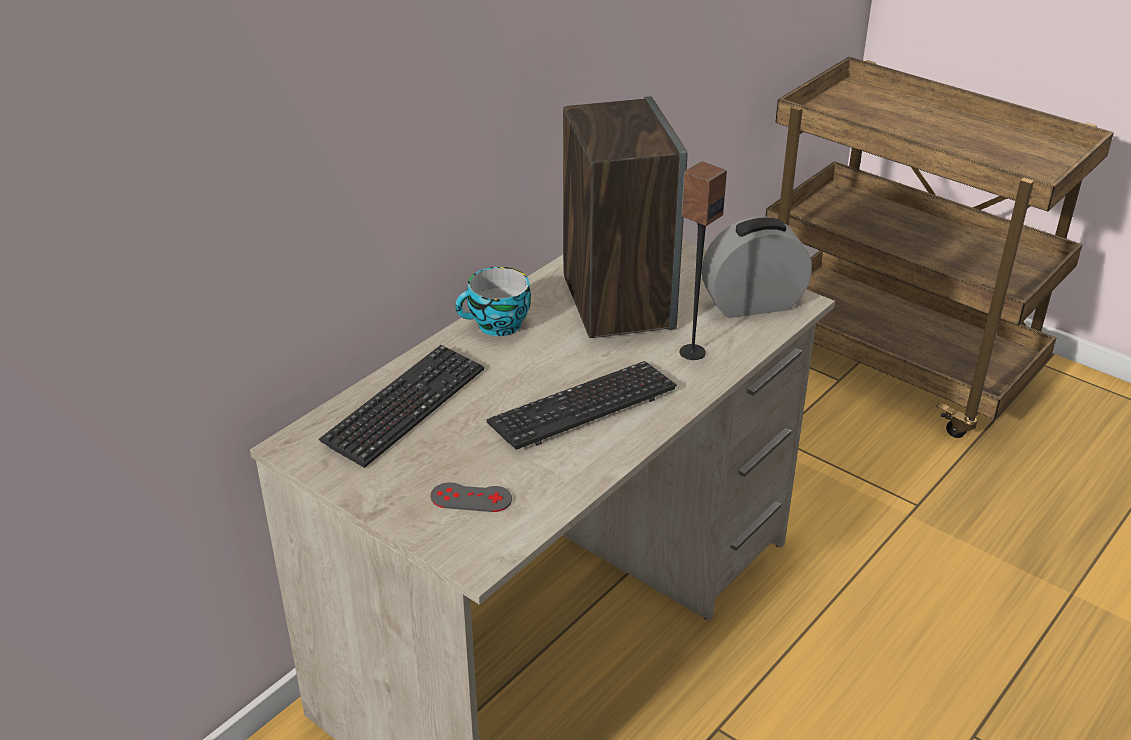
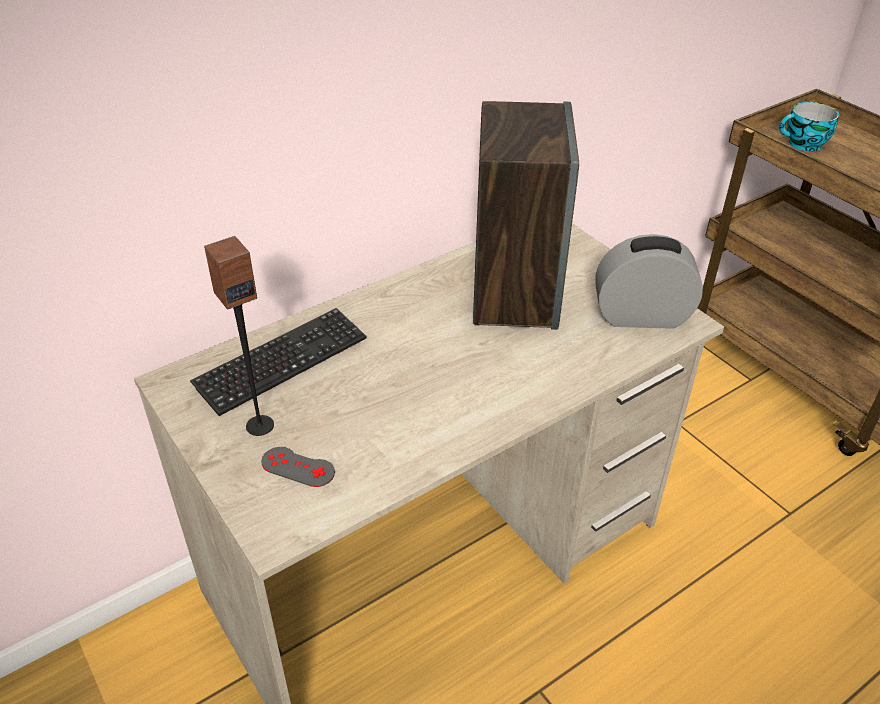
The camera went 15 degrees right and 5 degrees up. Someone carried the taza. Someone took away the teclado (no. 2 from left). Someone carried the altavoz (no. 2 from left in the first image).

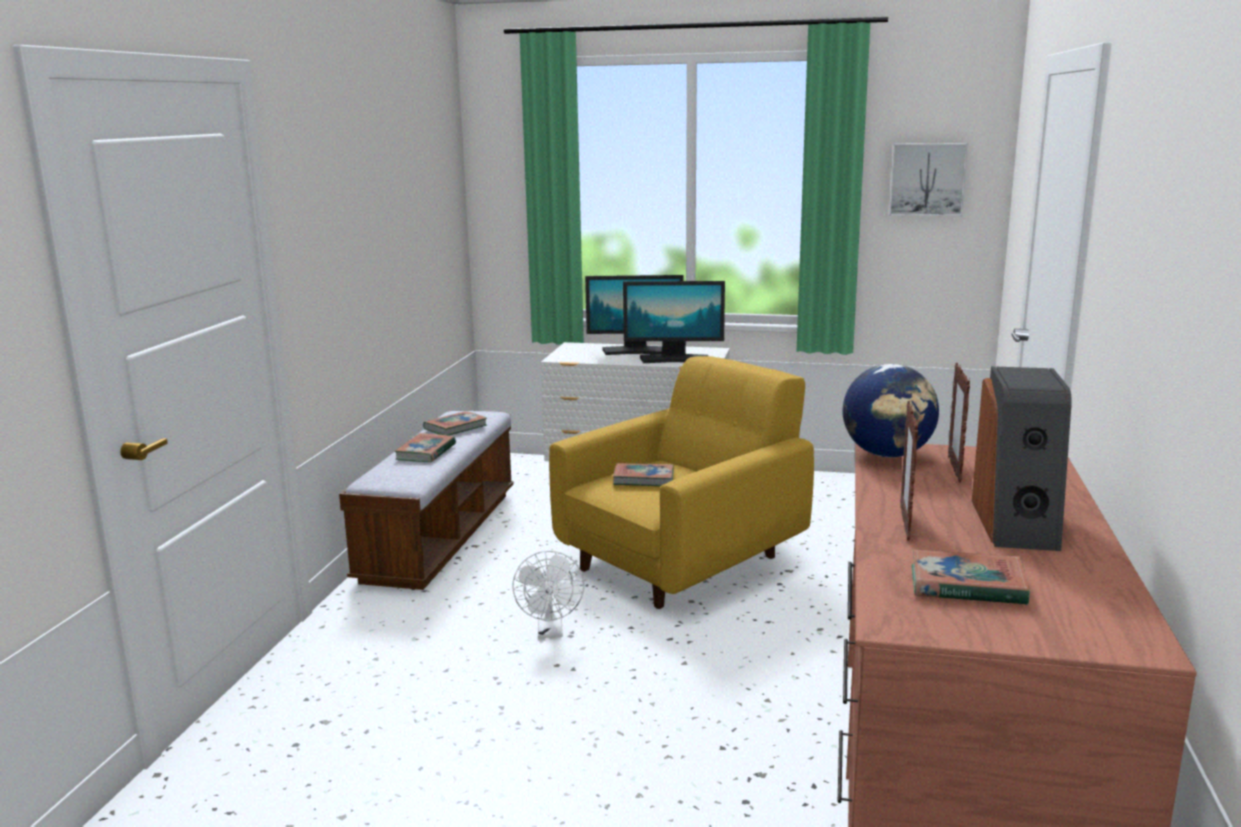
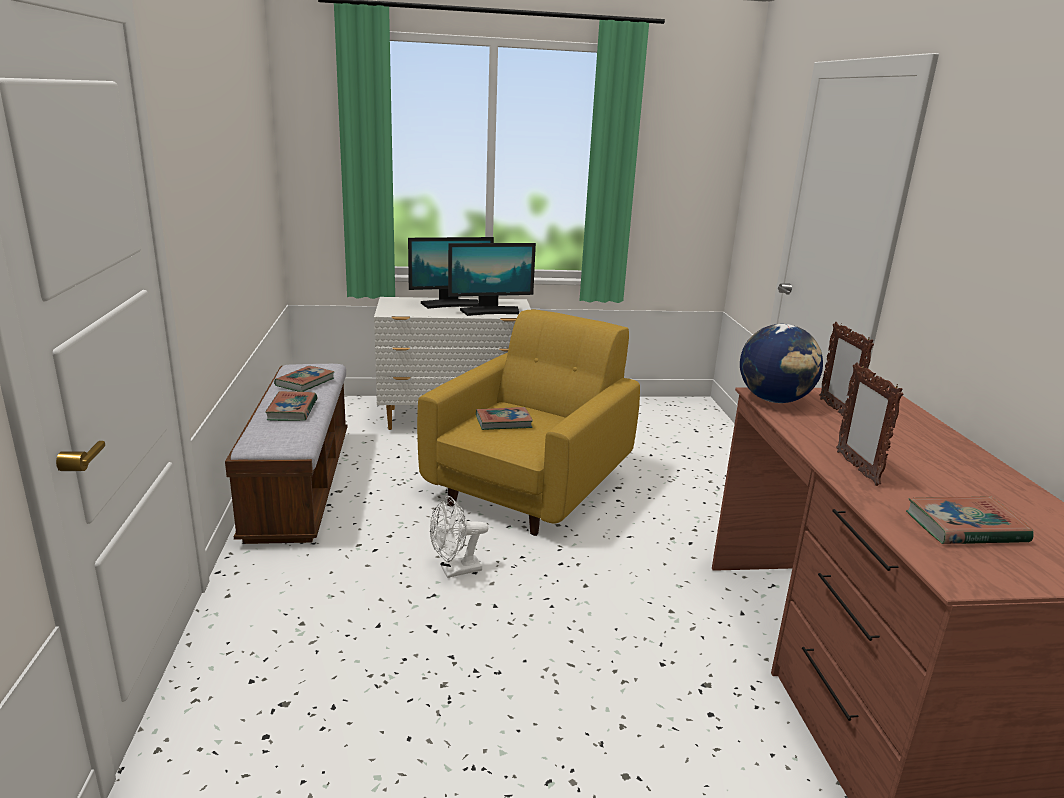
The camera went 20 degrees left and 5 degrees up. Someone rotated the ventilador/blanco by 90 degrees clockwise. Someone took away the cuadro. Someone took away the altavoz.

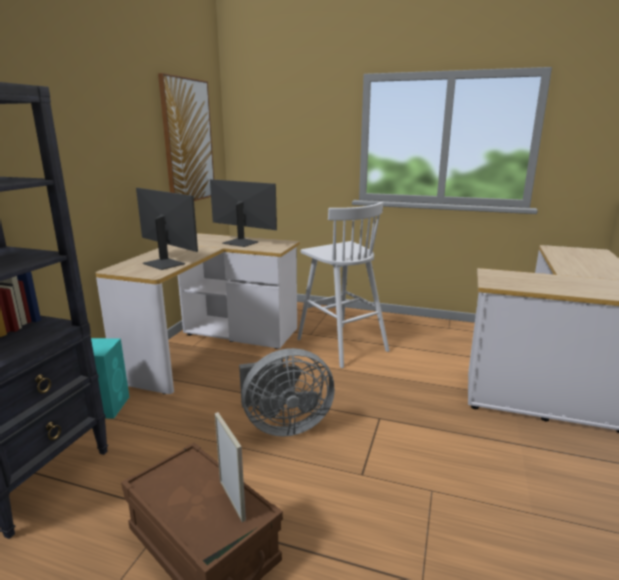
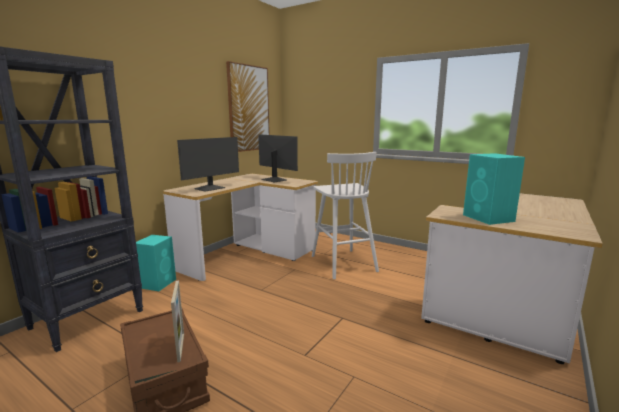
The camera went 15 degrees right and 5 degrees down. Someone rotated the monitor (no. 1 from left) by 75 degrees clockwise. Someone took away the ventilador/gris. Someone put down the altavoz/turquesa (no. 2 from left).

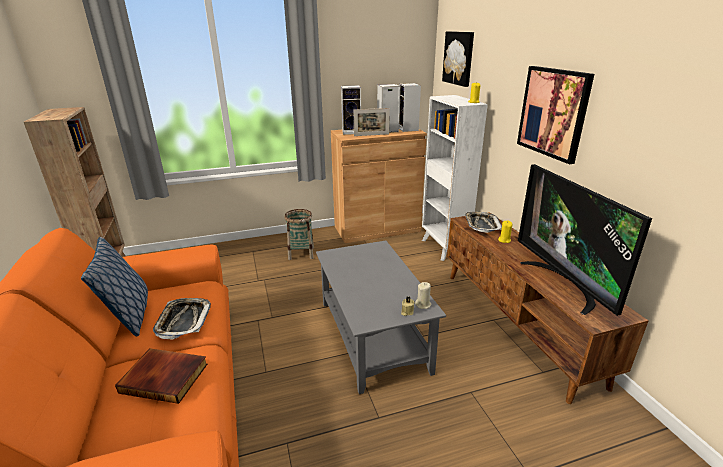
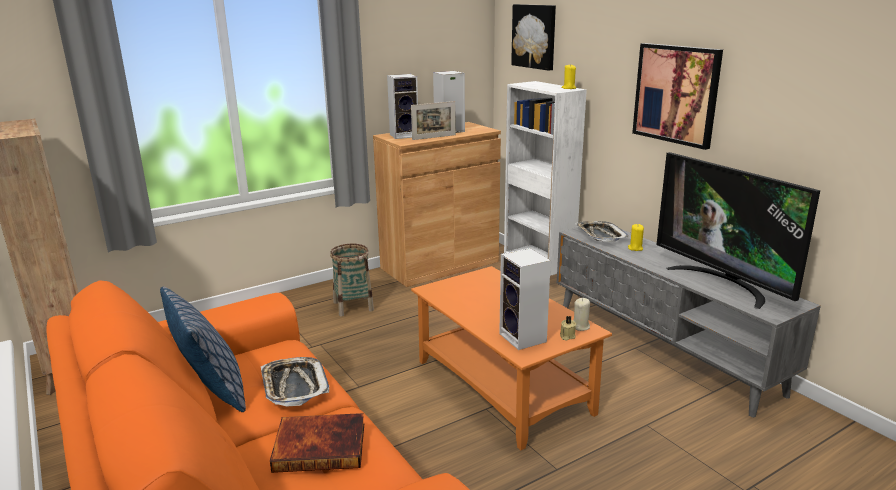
The camera went 15 degrees left and 5 degrees down. Someone repainted the mesa de centro/gris, which became the mesa de centro/naranja. Someone carried the altavoz (no. 3 from left). Someone repainted the mueble de televisión/marrón, which became the mueble de televisión/gris.

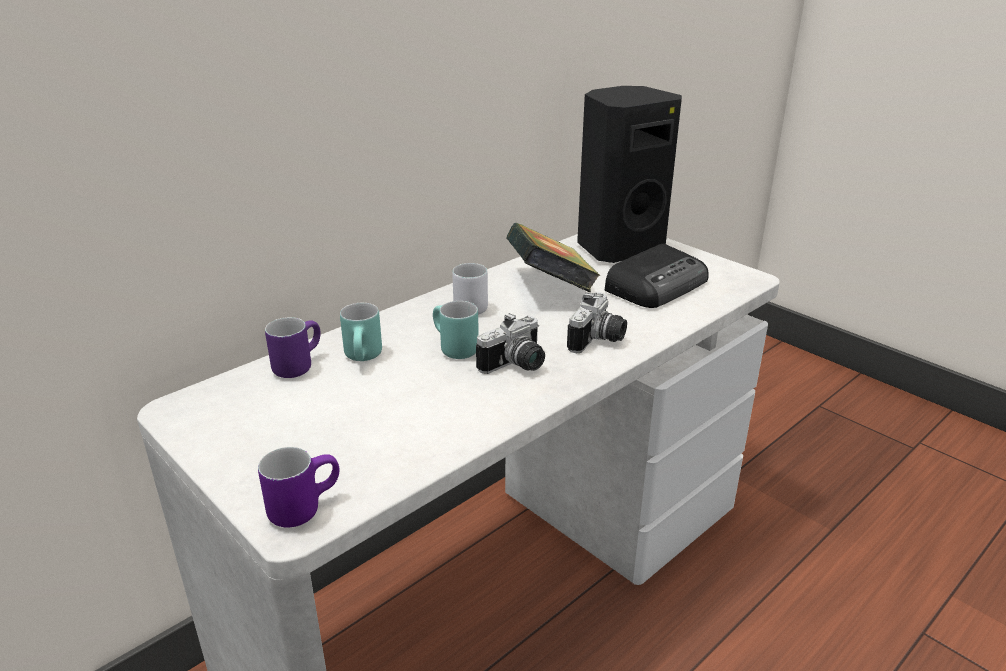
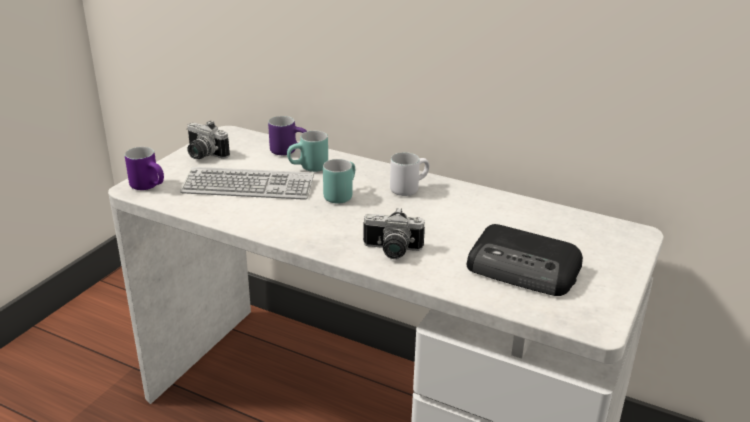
The camera went 70 degrees right and 0 degrees up. Someone carried the cámara (no. 1 from left). Someone took away the libro. Someone took away the altavoz/negro. Someone put down the teclado.

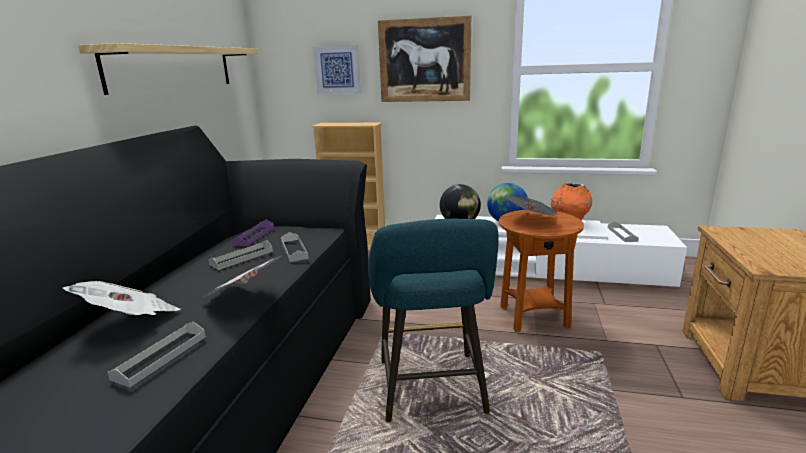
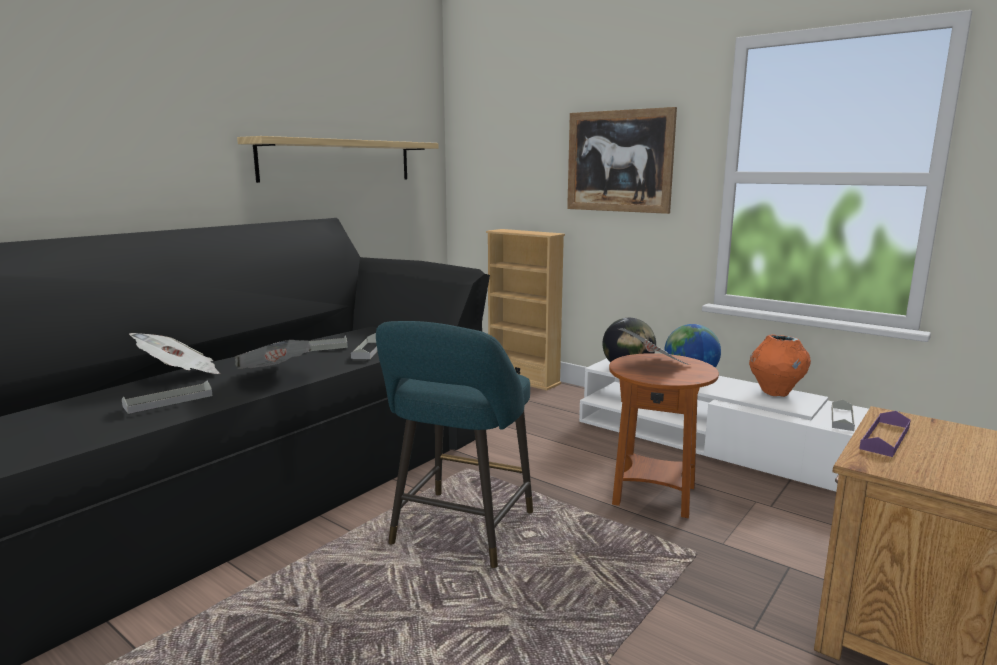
The camera went 25 degrees right and 5 degrees down. Someone carried the bandeja/morado. Someone took away the cuadro (no. 1 from left).

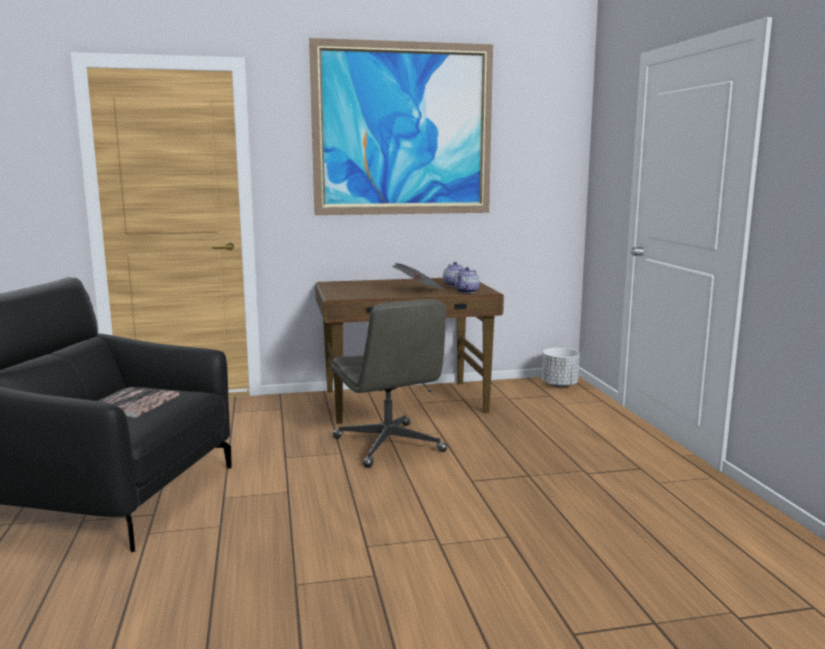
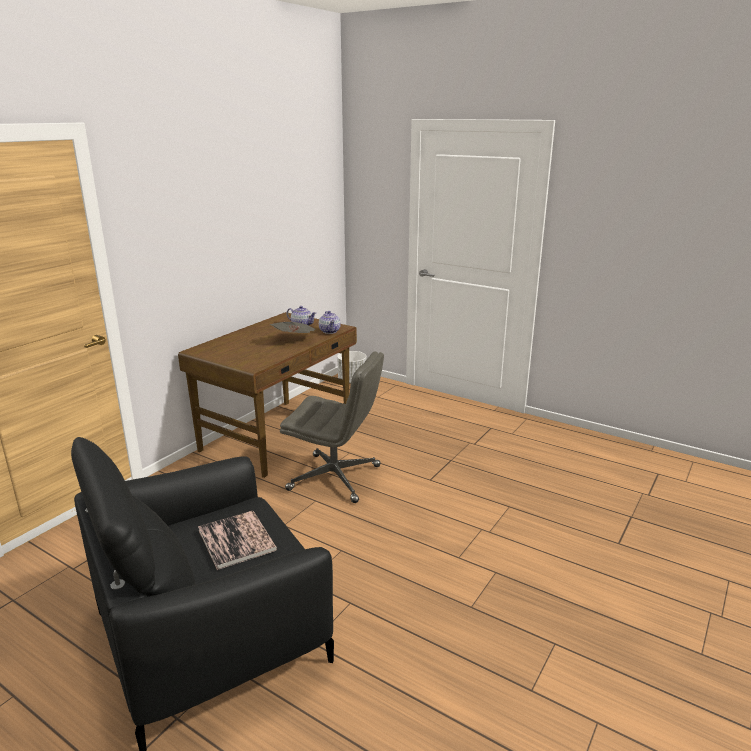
The camera went 45 degrees left and 10 degrees up. Someone took away the cuadro.

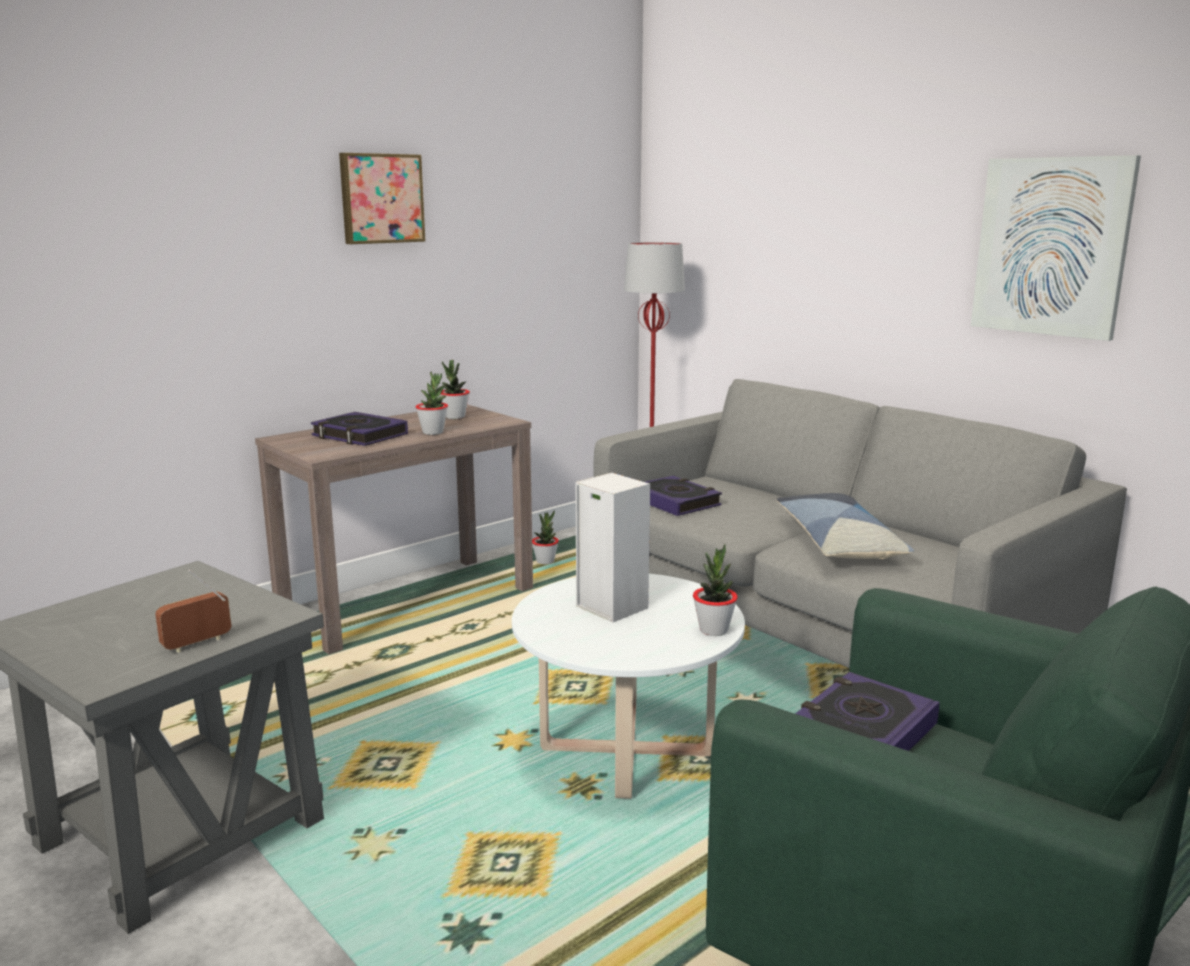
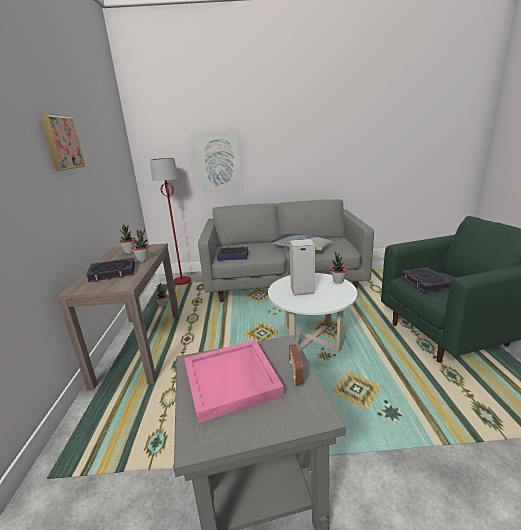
The camera went 50 degrees left and 5 degrees up. Someone carried the cuadro (no. 2 from left). Someone put down the bandeja/rosa.

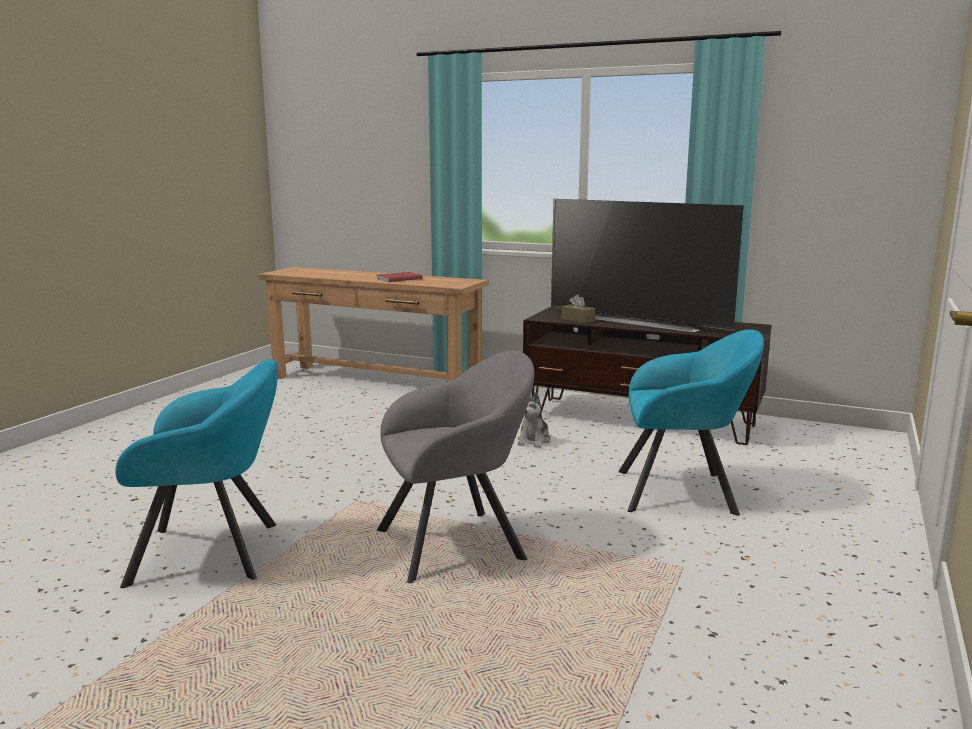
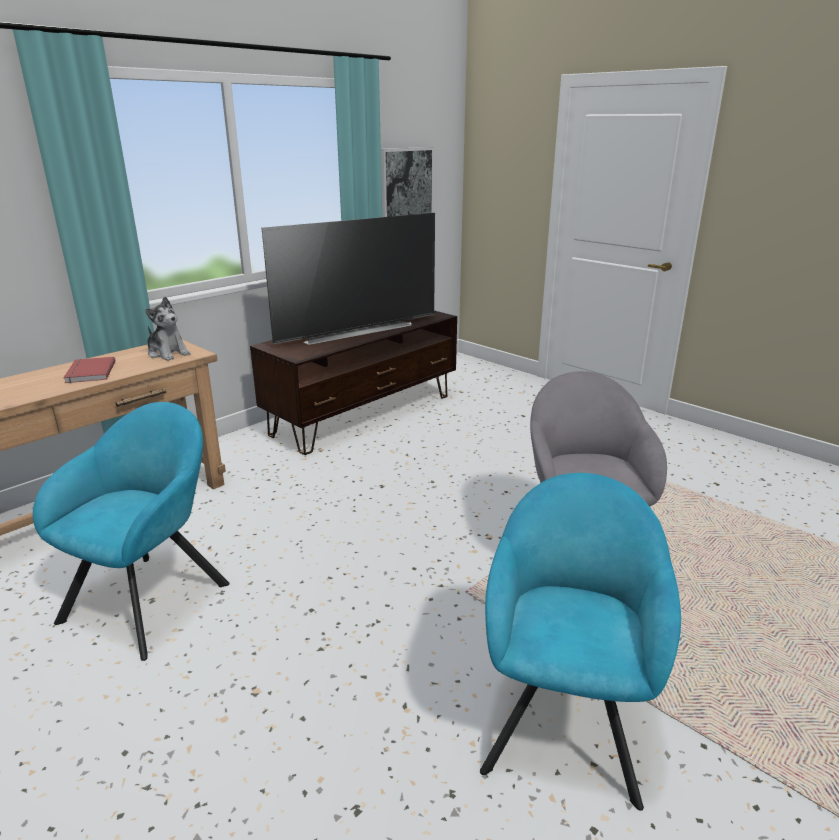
The camera went 70 degrees left and 10 degrees up. Someone carried the peluche. Someone took away the caja de pañuelos/marrón. Someone carried the sillón/turquesa (no. 2 from left in the first image). Someone put up the cuadro.

